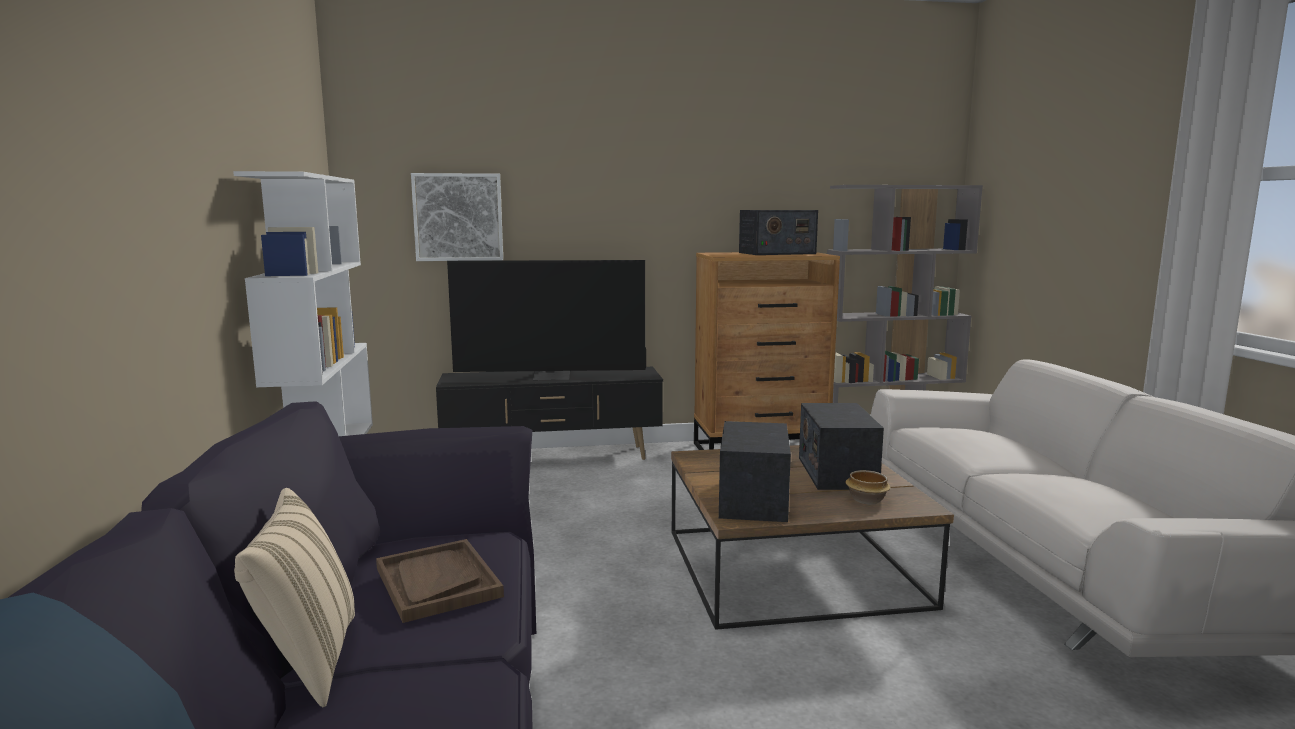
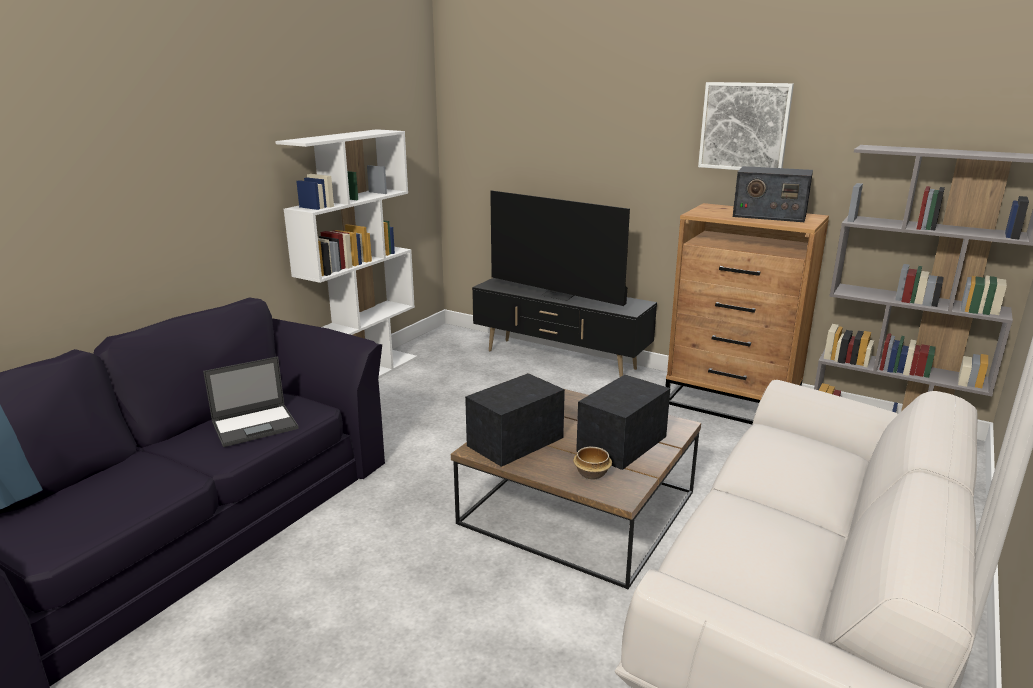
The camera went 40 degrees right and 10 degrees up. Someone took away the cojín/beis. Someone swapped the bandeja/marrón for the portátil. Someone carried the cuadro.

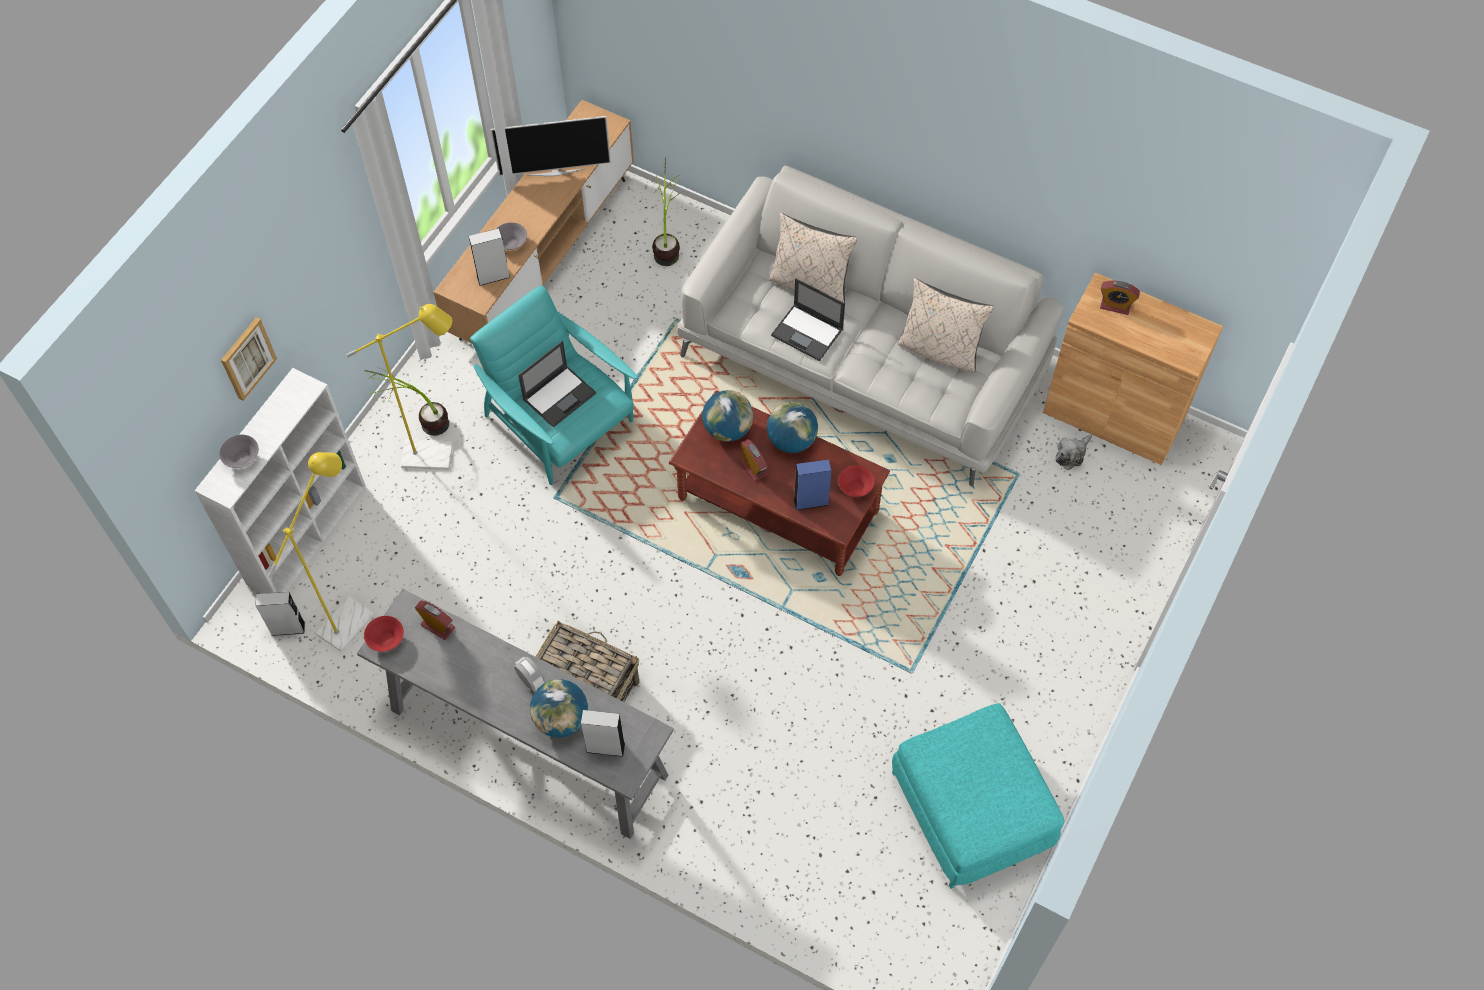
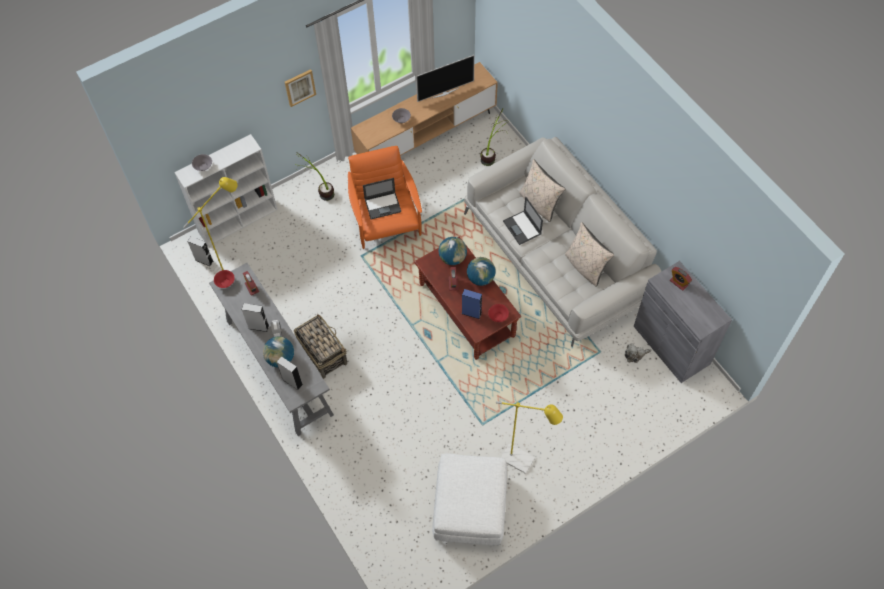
The camera went 30 degrees right and 0 degrees up. Someone carried the cuadro. Someone carried the lámpara de pie/amarillo (no. 2 from left). Someone carried the altavoz/gris (no. 2 from left). Someone repainted the sillón/turquesa, which became the sillón/naranja. Someone rotated the televisor by 45 degrees counterclockwise. Someone repainted the puf/turquesa, which became the puf/blanco. Someone repainted the armario/marrón, which became the armario/gris.

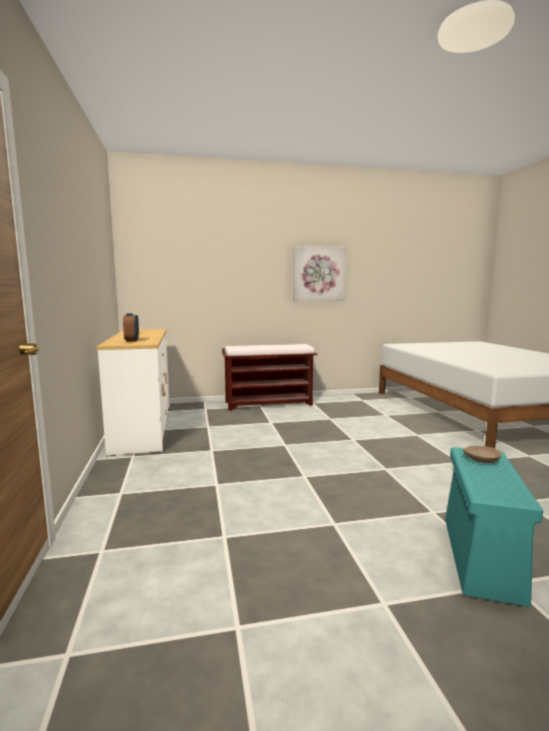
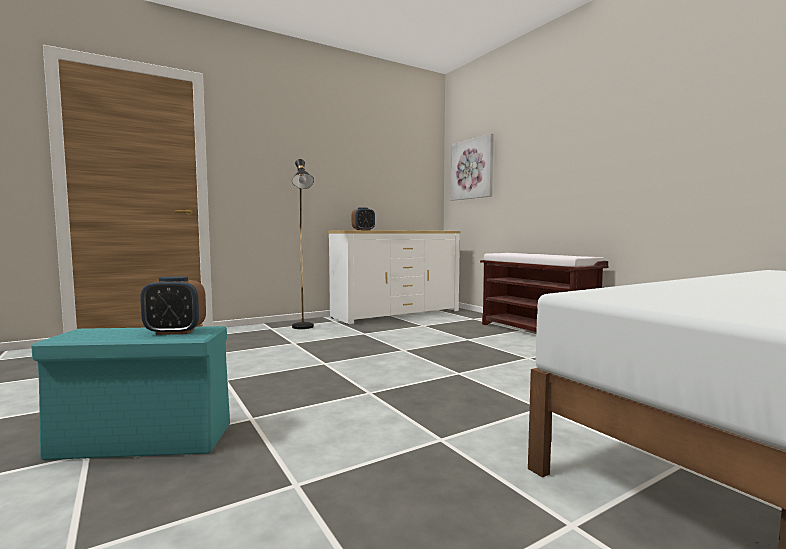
The camera went 70 degrees right and 5 degrees down. Someone carried the cuadro. Someone swapped the cuenco/beis for the despertador (no. 1 from left). Someone put down the lámpara de pie/negro.

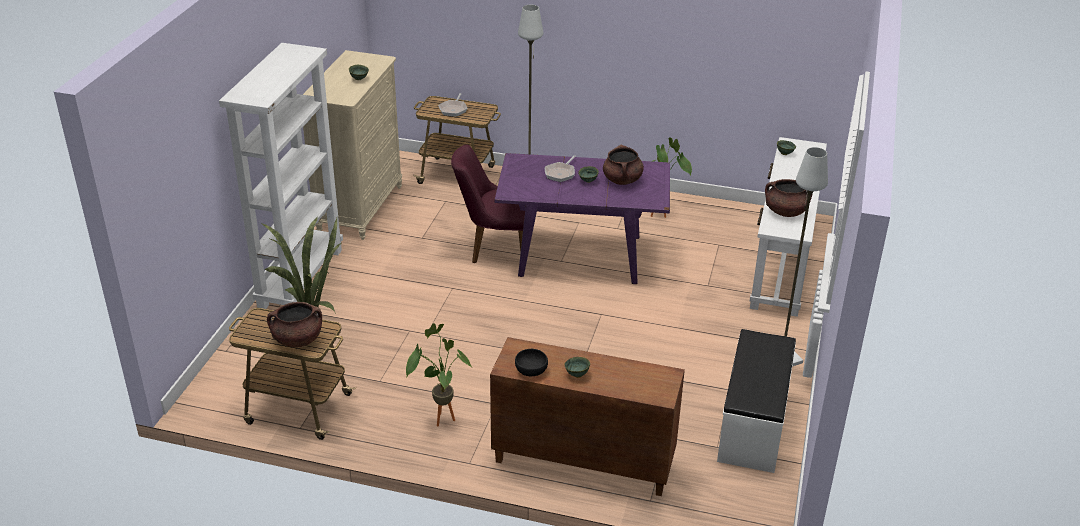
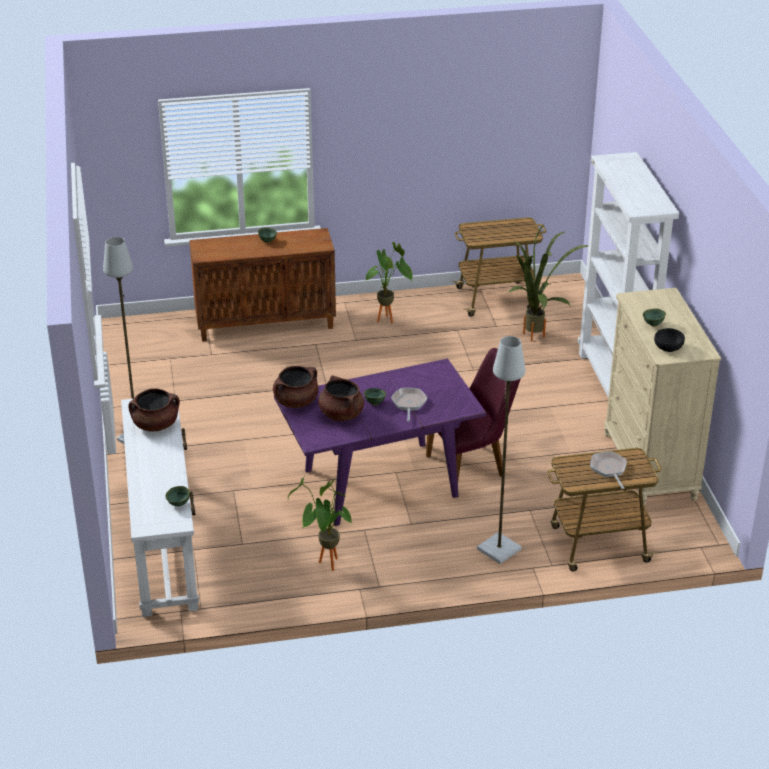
The camera went 155 degrees right and 0 degrees up. Someone carried the olla/marrón (no. 1 from left in the first image). Someone carried the cuenco/negro. Someone took away the banco/blanco.

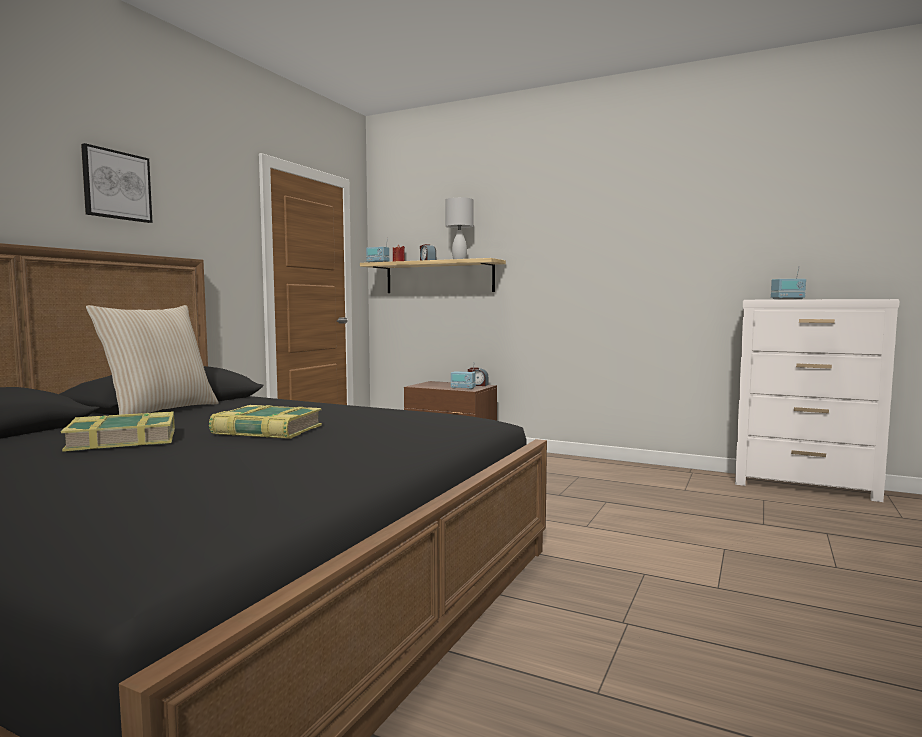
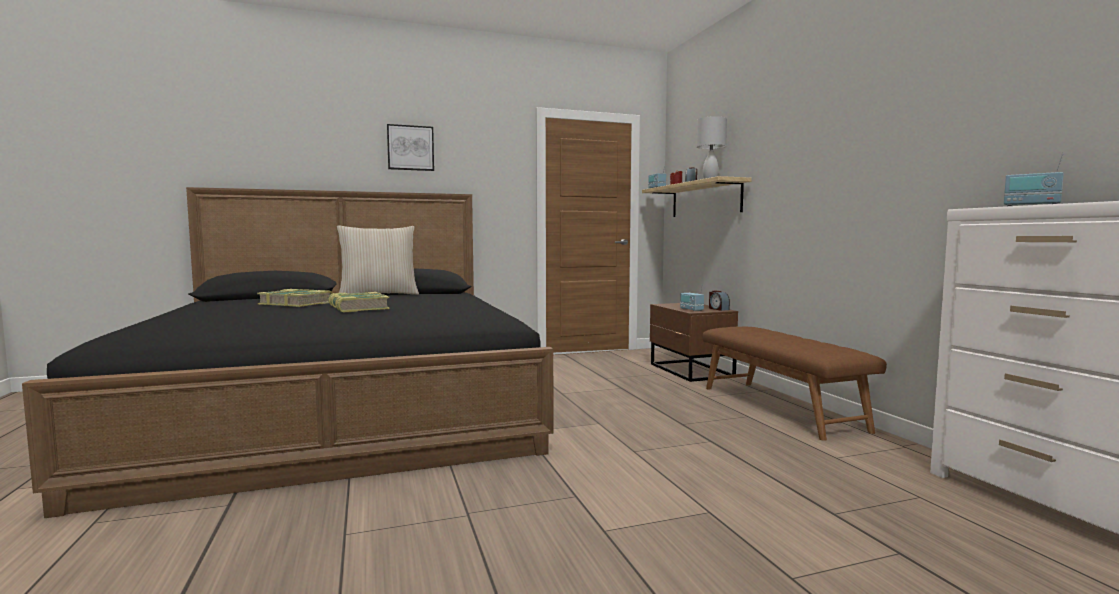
The camera went 45 degrees right and 0 degrees up. Someone put down the banco/marrón.

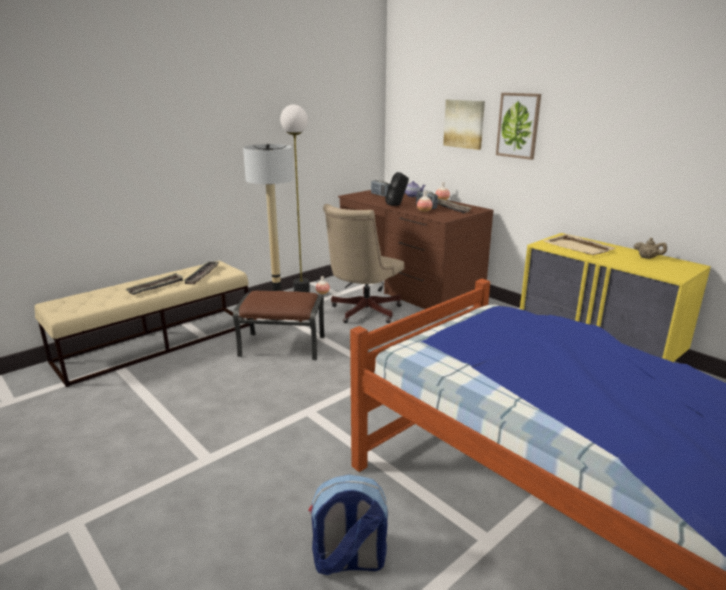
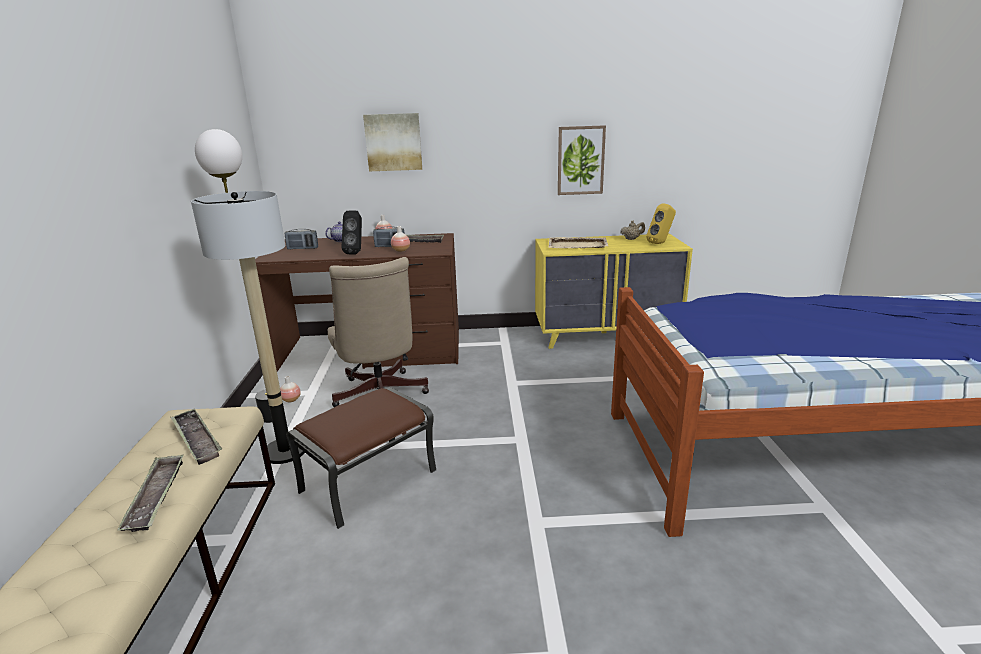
The camera went 50 degrees left and 0 degrees up. Someone took away the mochila. Someone carried the cuadro (no. 2 from left). Someone put down the altavoz/amarillo.

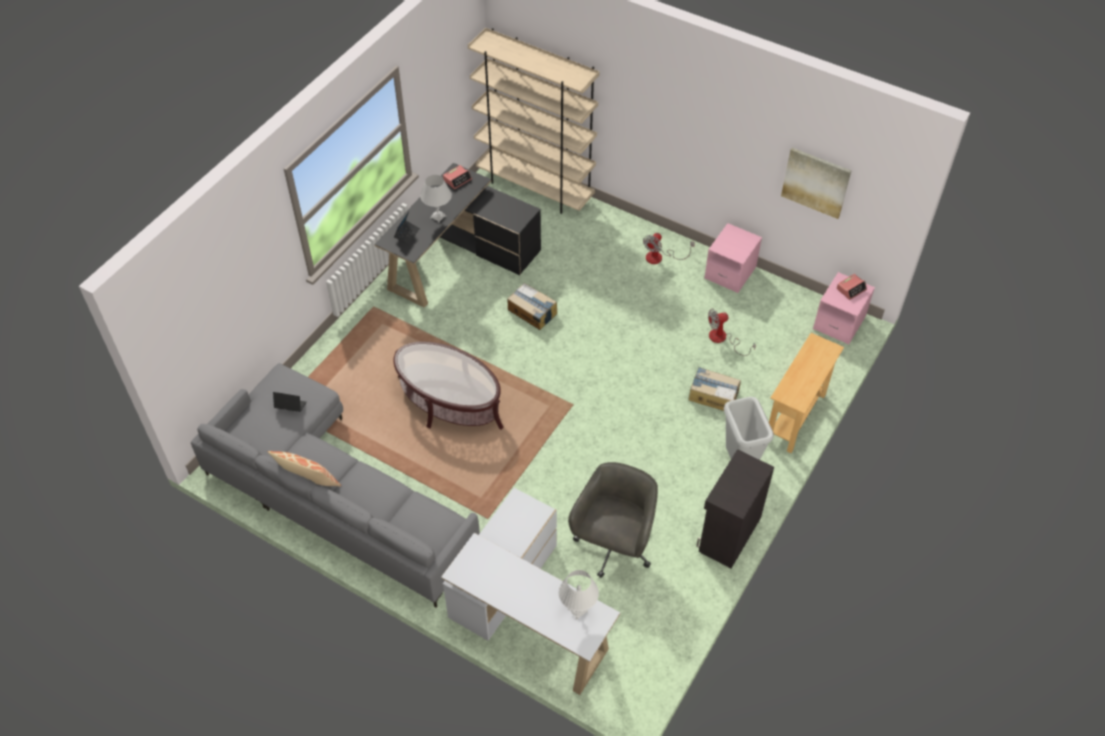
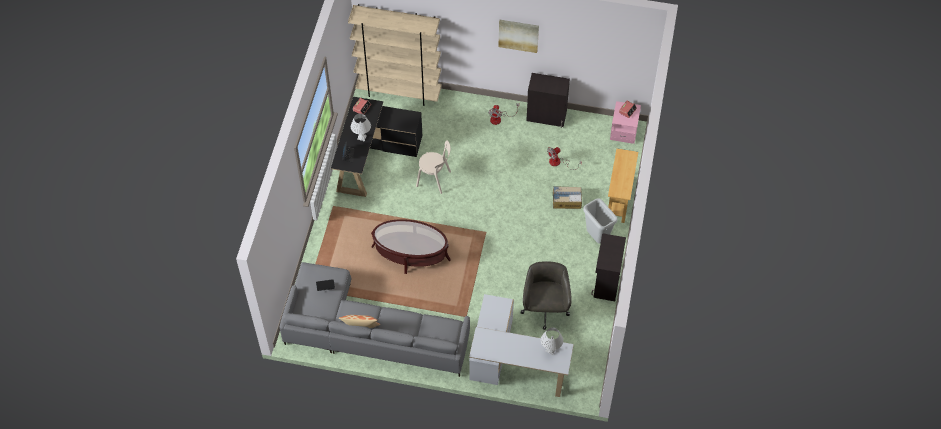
The camera went 20 degrees left and 5 degrees up. Someone swapped the caja de cartón (no. 1 from left) for the silla/beis. Someone swapped the mesita de noche/rosa (no. 1 from left) for the armario/negro (no. 1 from left). Someone carried the cuadro.

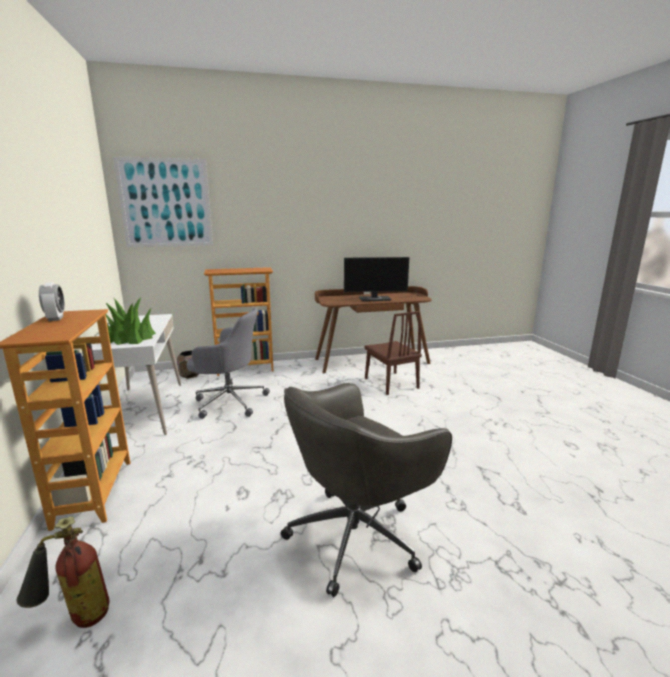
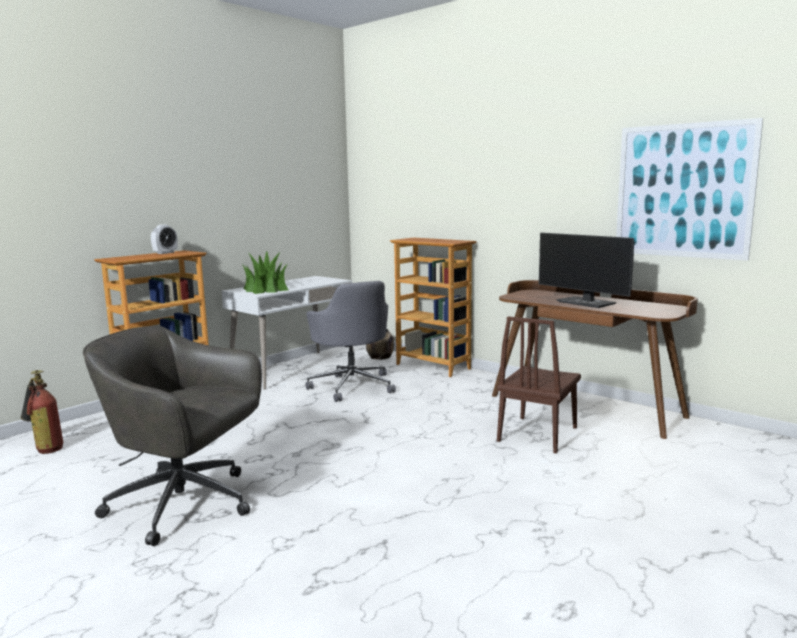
The camera went 55 degrees right and 5 degrees down. Someone carried the cuadro.

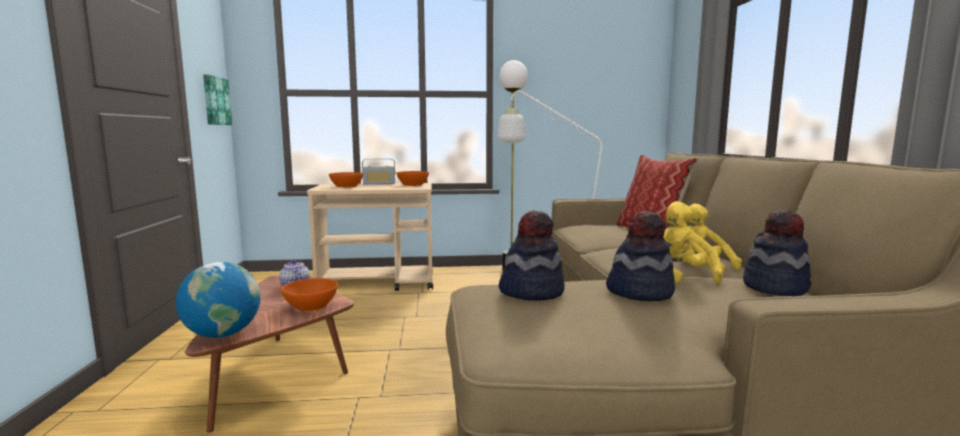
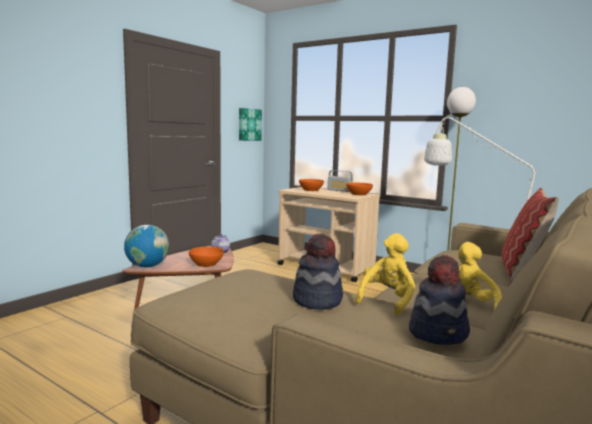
The camera went 40 degrees right and 0 degrees up. Someone took away the sombrero (no. 1 from left).

